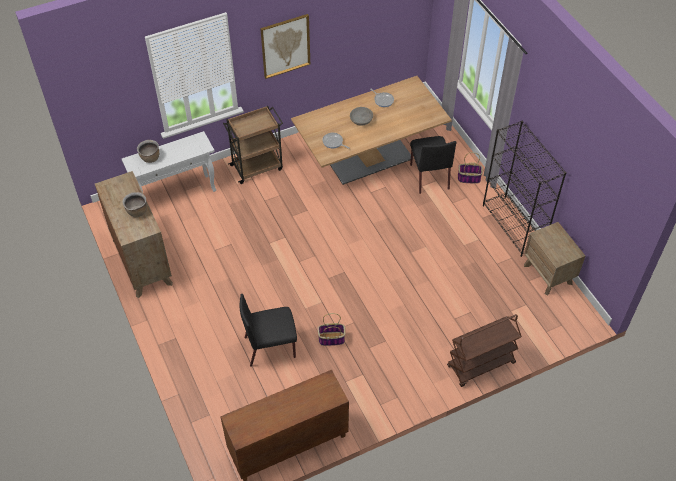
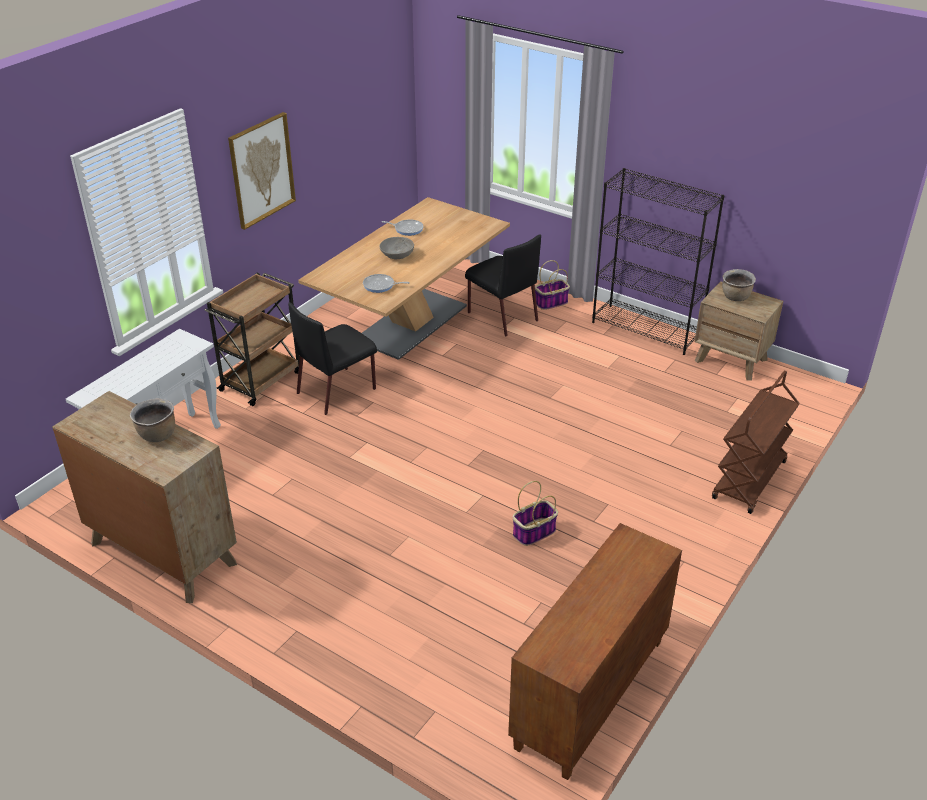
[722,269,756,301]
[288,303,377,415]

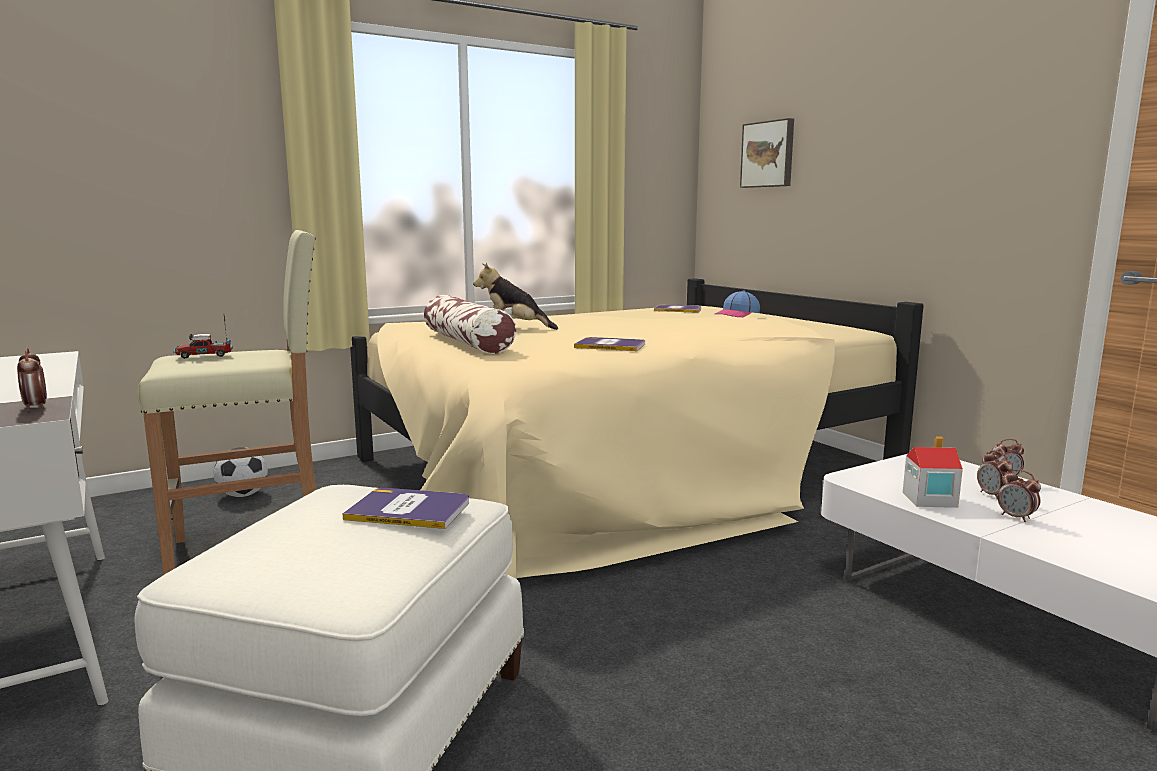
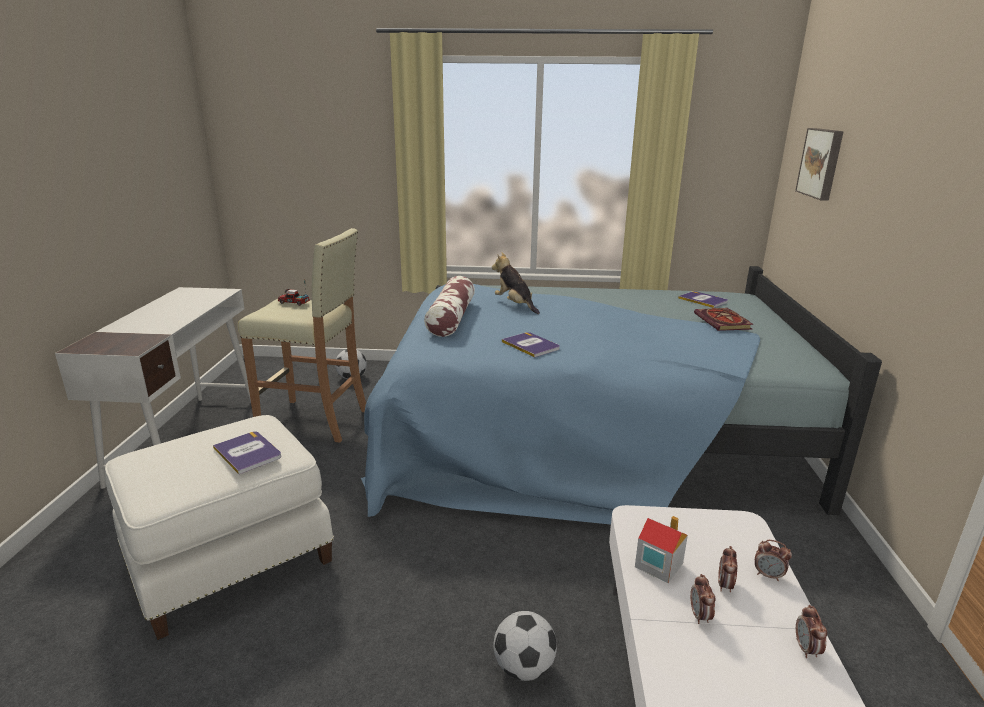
[361,266,882,525]
[694,308,753,331]
[796,605,827,658]
[494,611,557,681]

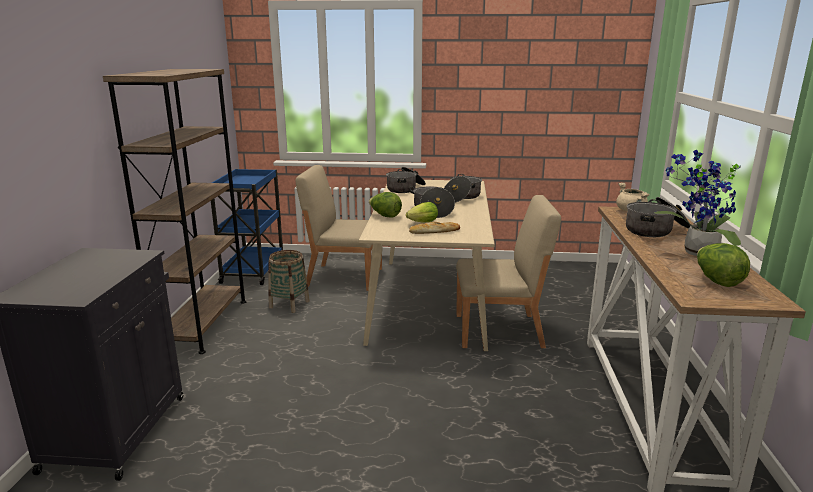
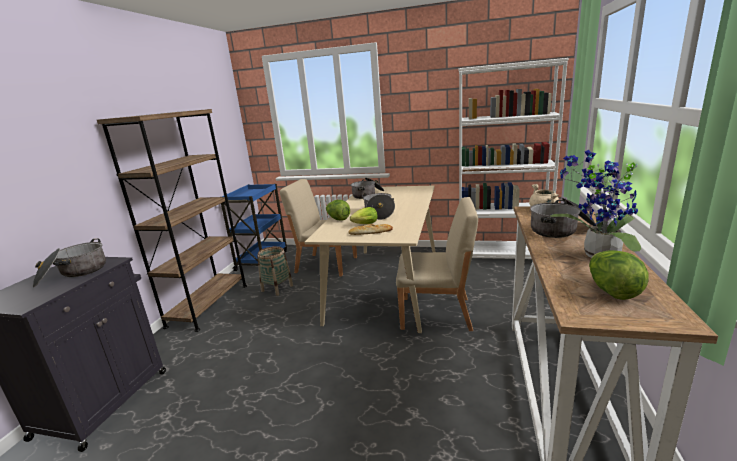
[32,238,106,287]
[459,58,569,259]

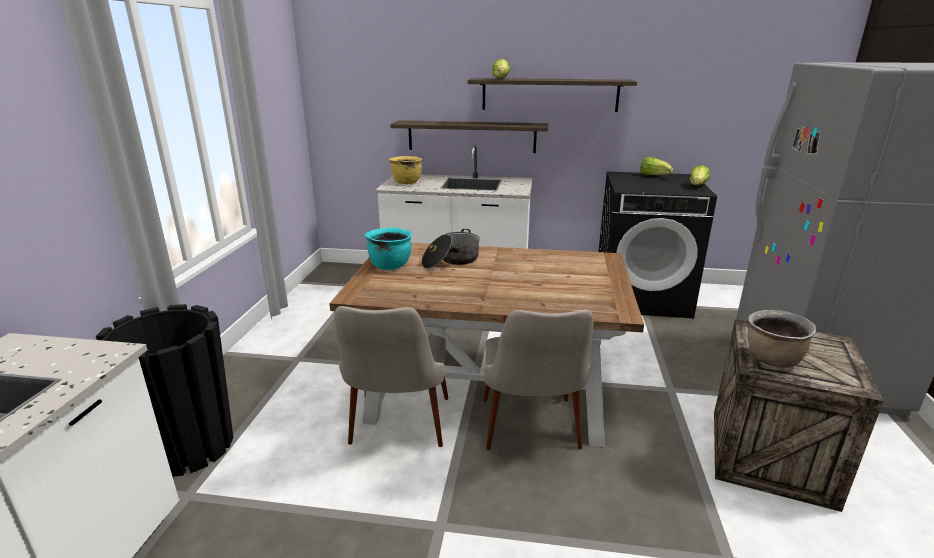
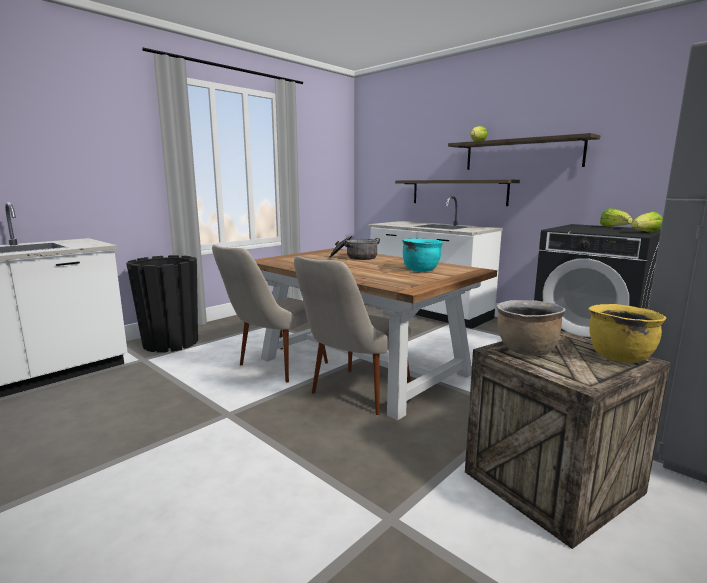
[588,304,666,363]
[402,238,443,271]

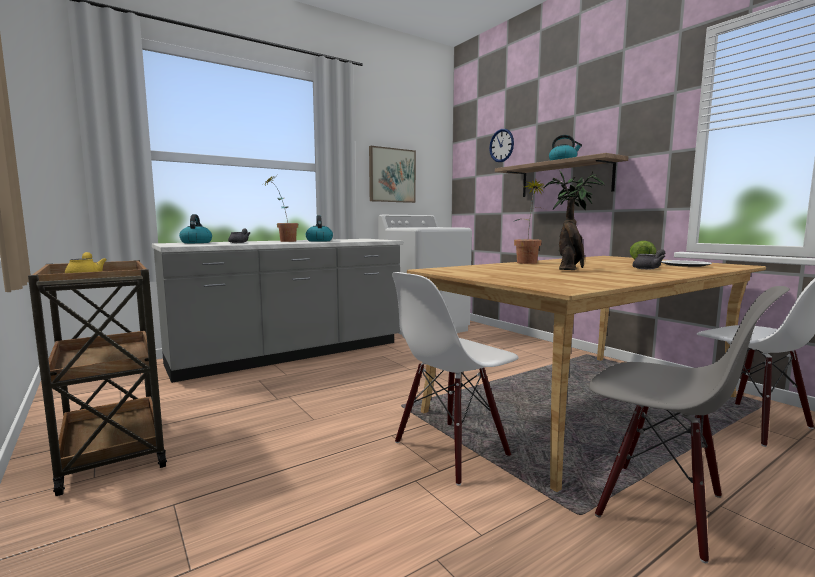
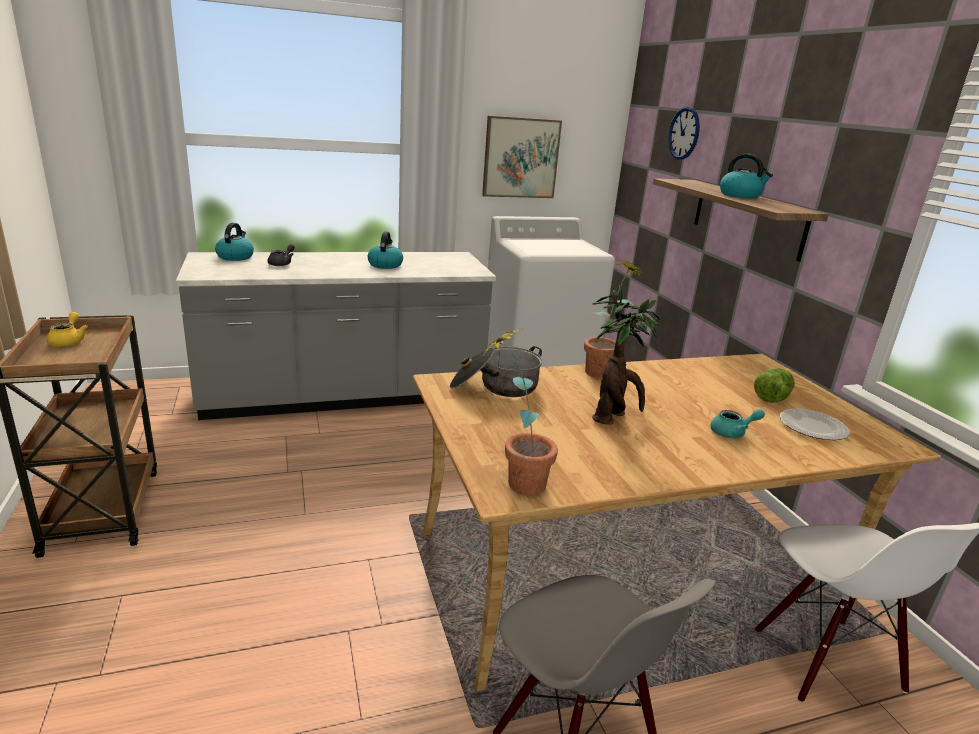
[484,328,558,495]
[710,409,765,438]
[392,272,519,486] (first image)
[450,346,542,397]

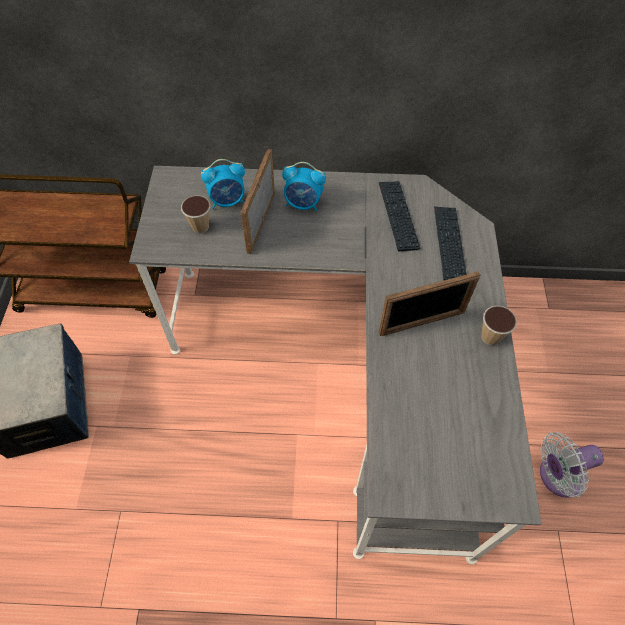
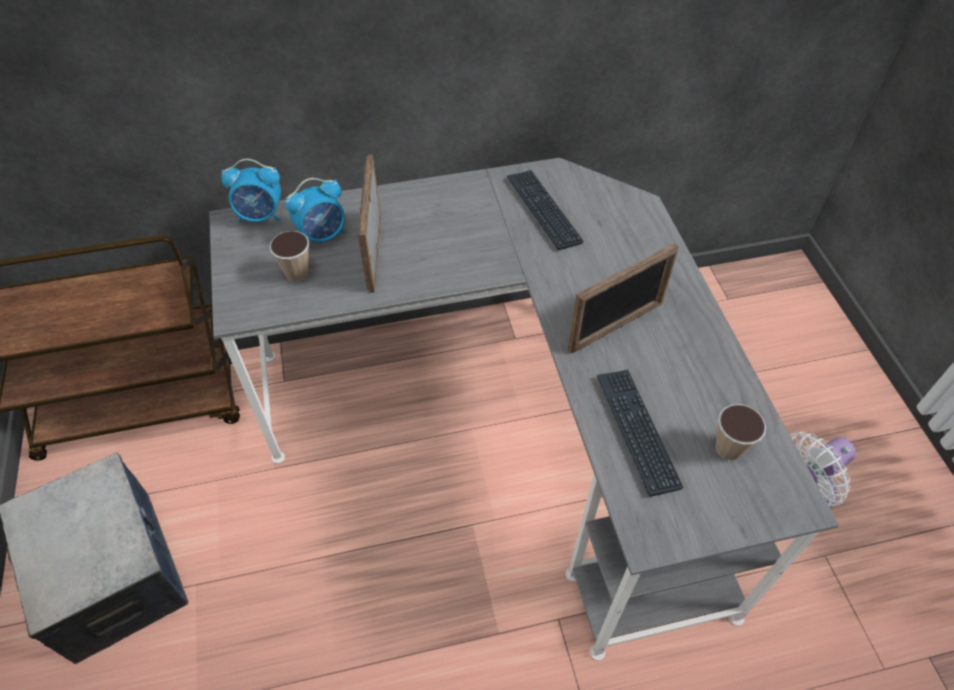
[222,159,281,223]
[597,370,684,496]
[715,404,766,460]

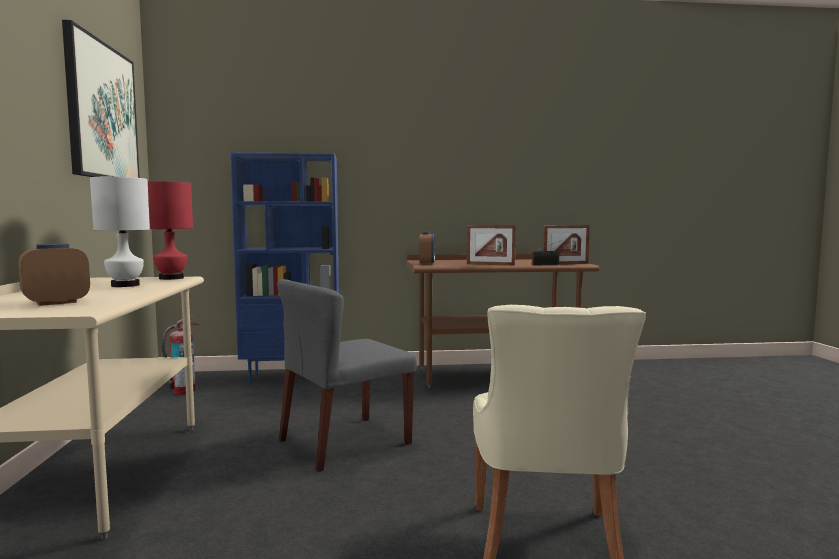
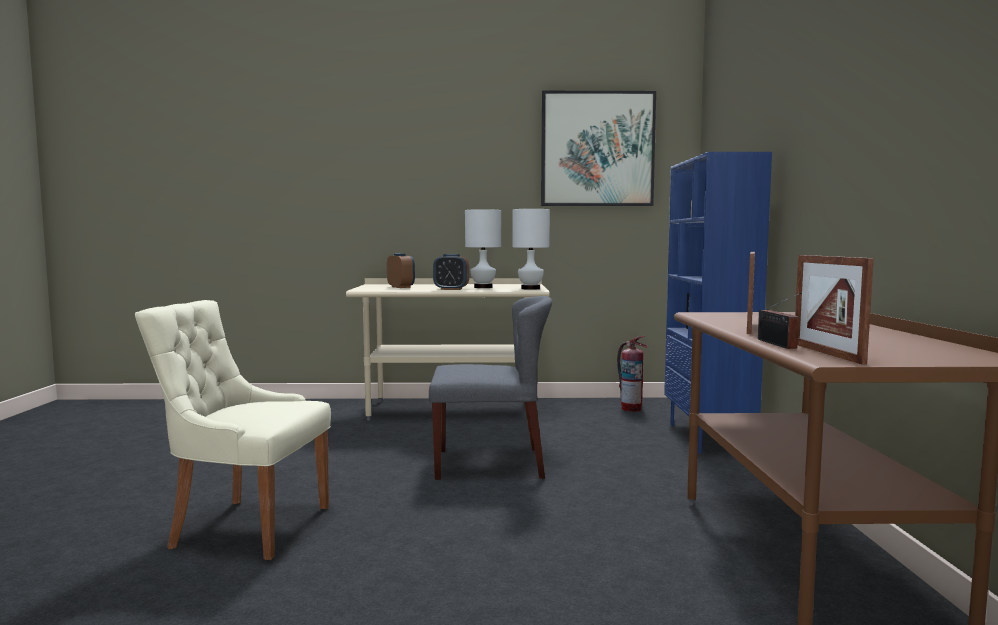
[512,209,550,290]
[433,254,469,290]
[429,296,552,480]

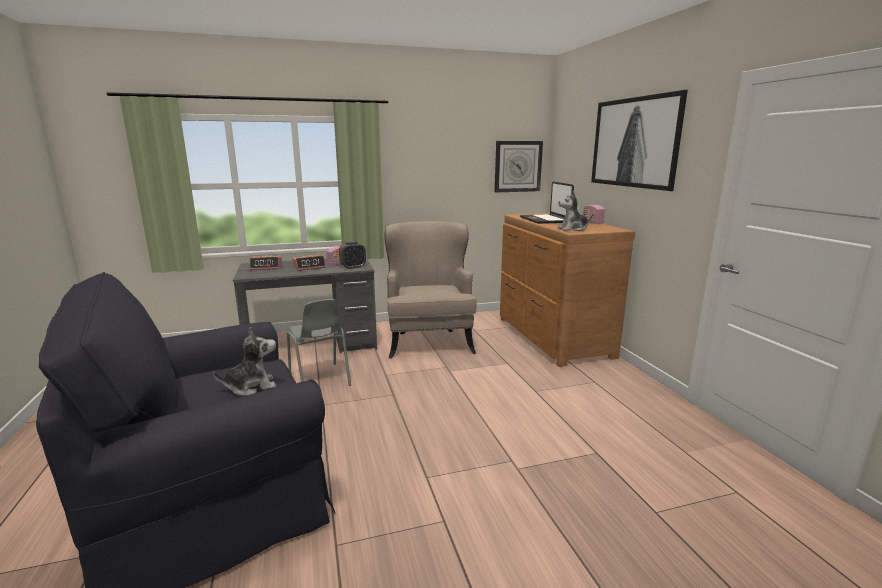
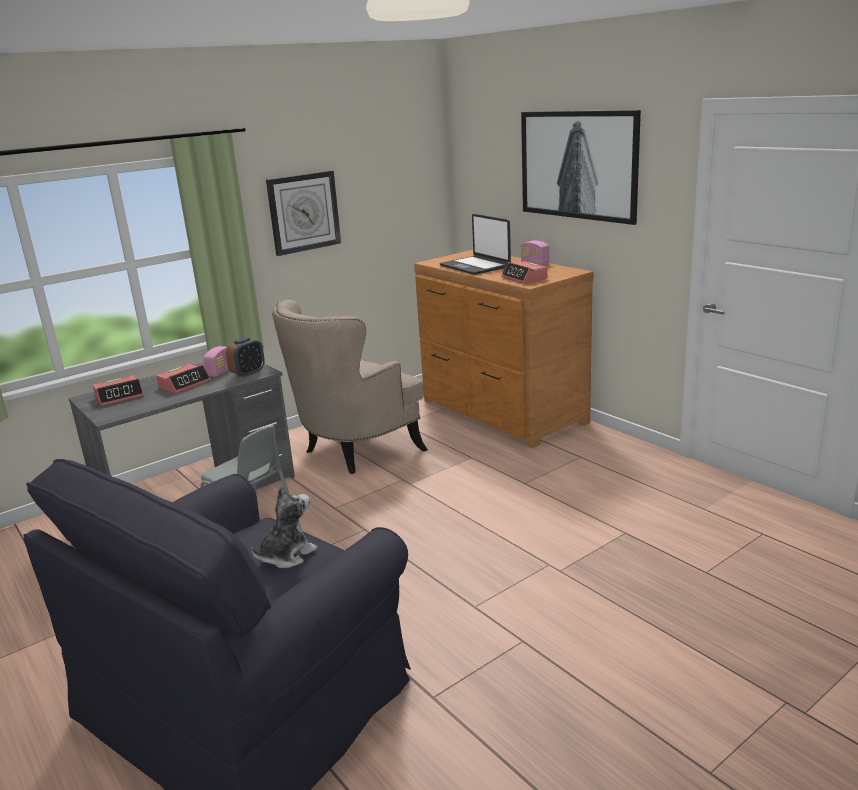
[266,171,341,256]
[502,261,548,284]
[272,300,428,474]

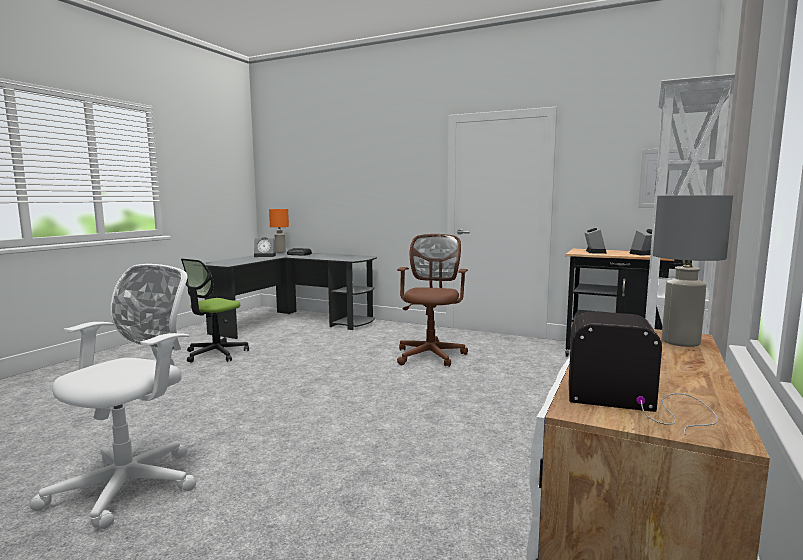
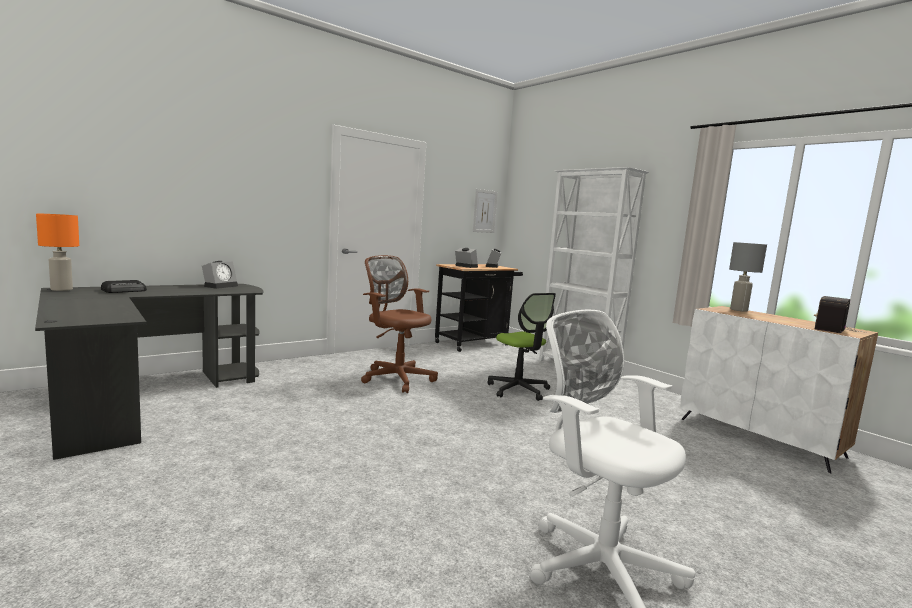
[202,261,238,289]
[488,293,556,401]

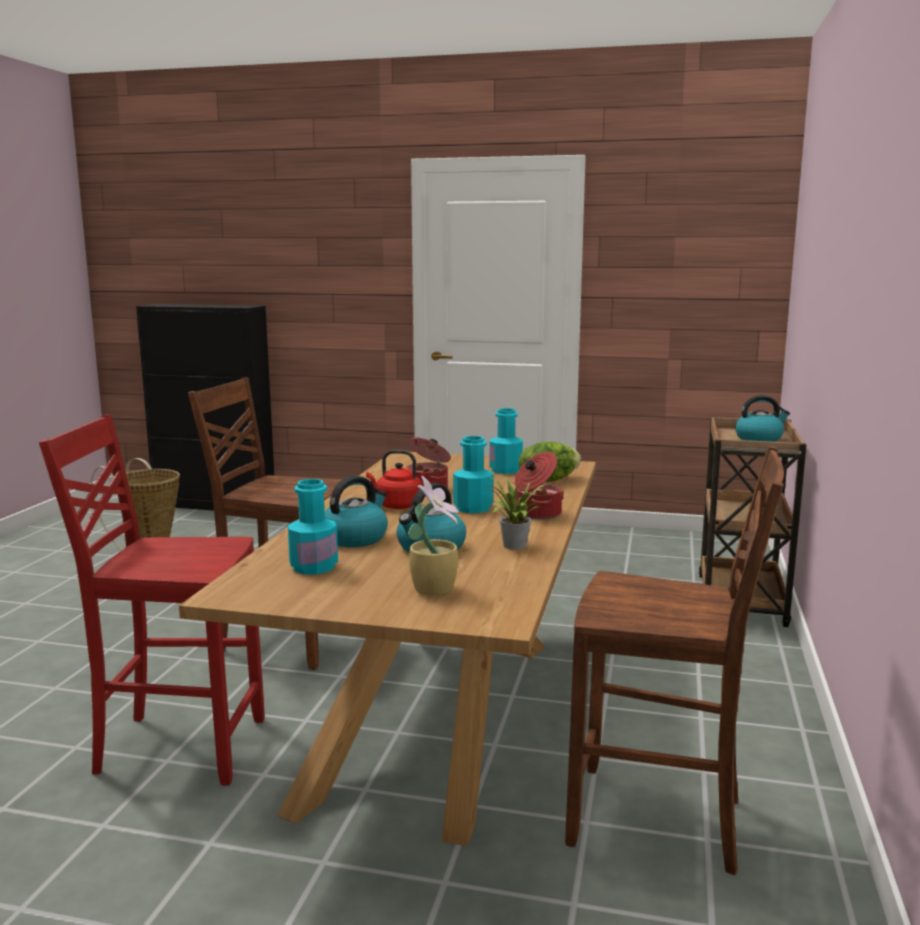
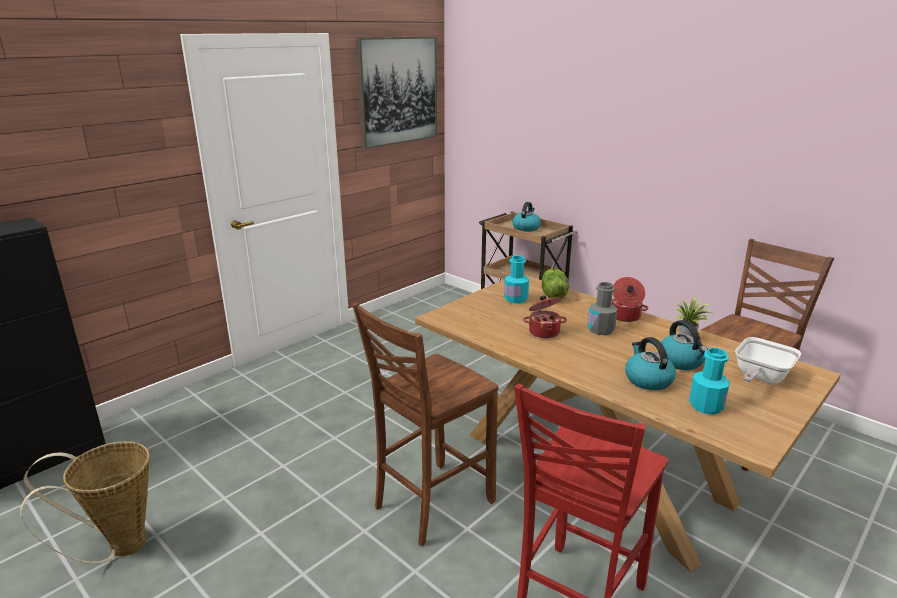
[587,282,618,335]
[366,450,422,509] (first image)
[735,337,801,384]
[356,37,437,149]

